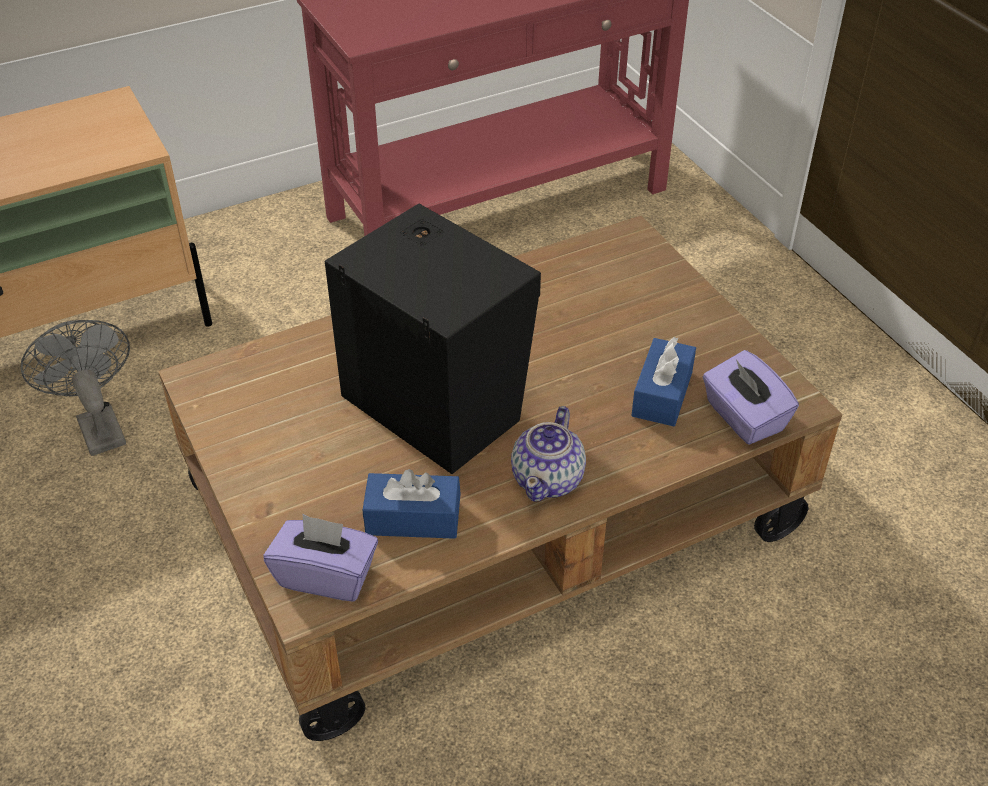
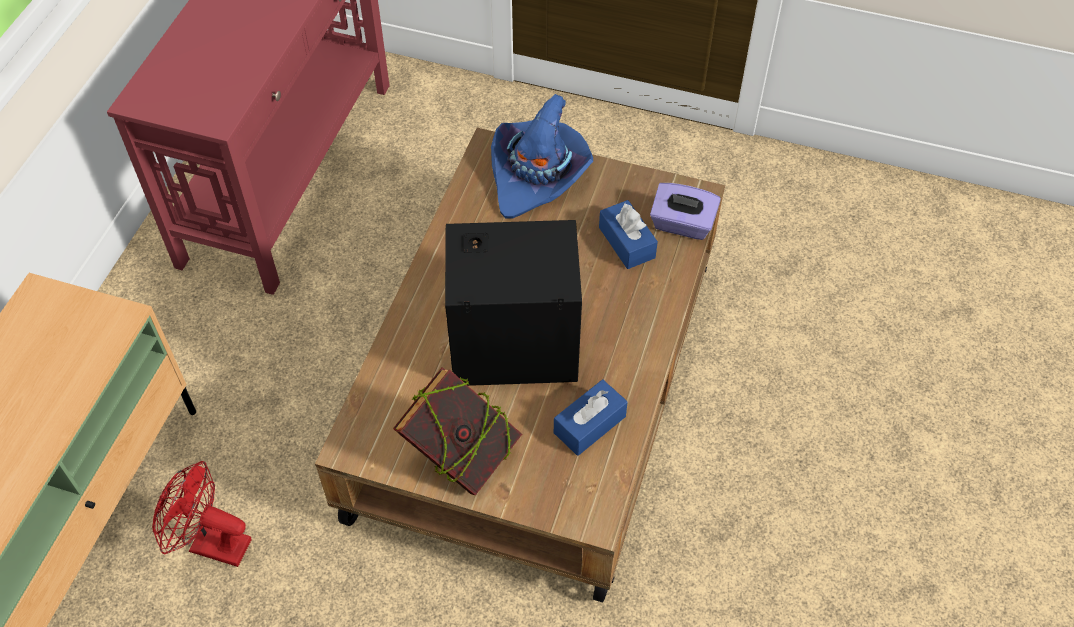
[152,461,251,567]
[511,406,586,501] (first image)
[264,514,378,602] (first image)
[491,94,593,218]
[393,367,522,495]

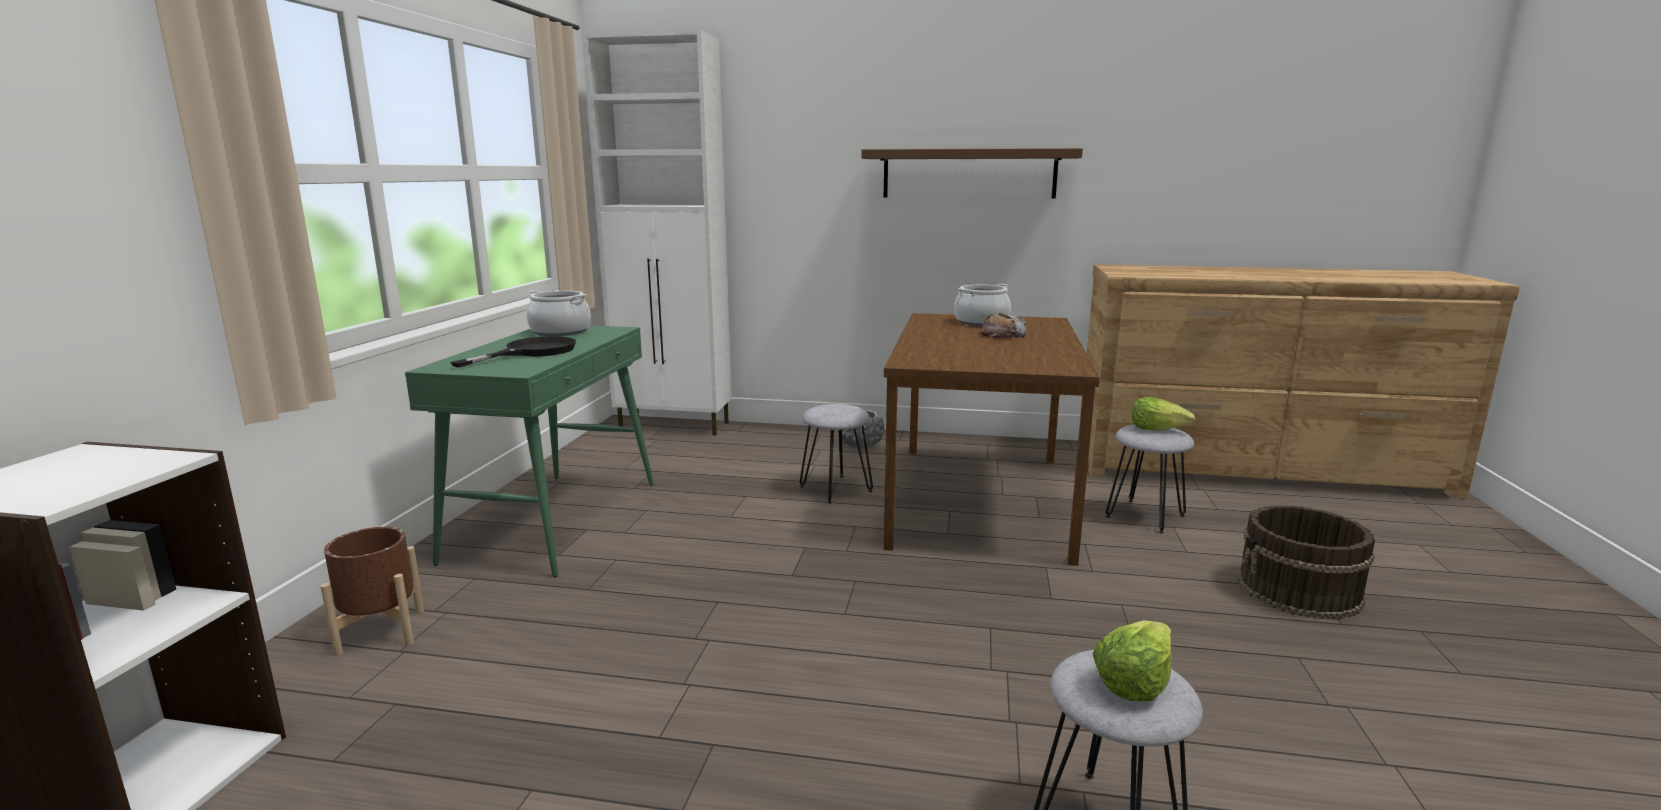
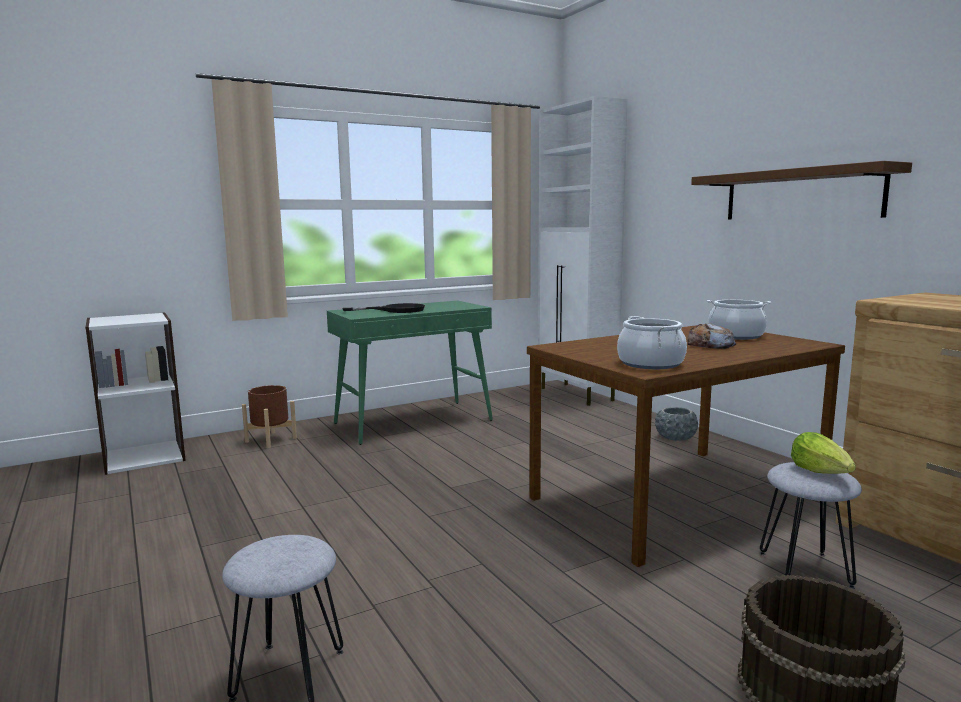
[617,316,687,369]
[800,404,873,504] (first image)
[1093,620,1172,701] (first image)

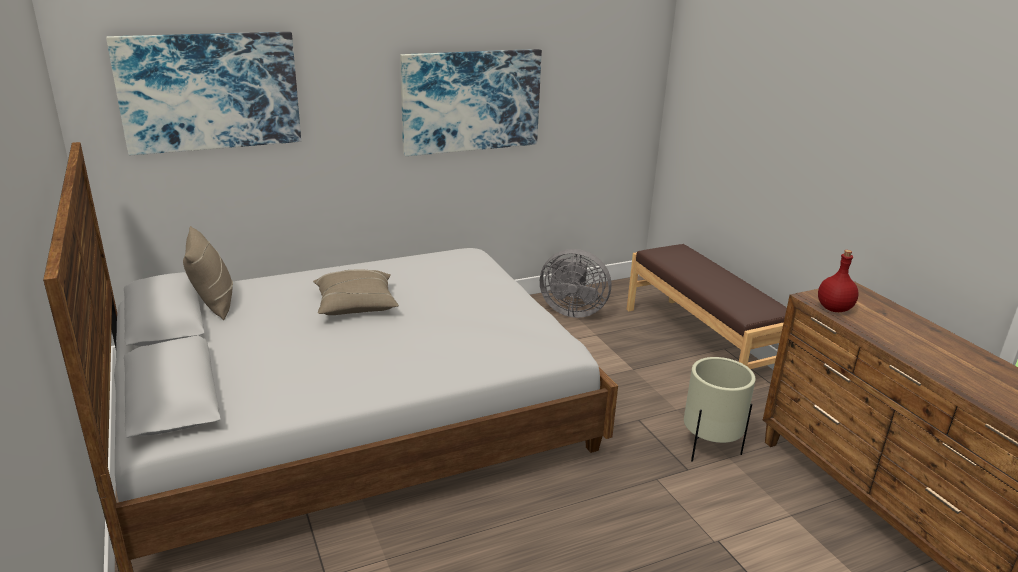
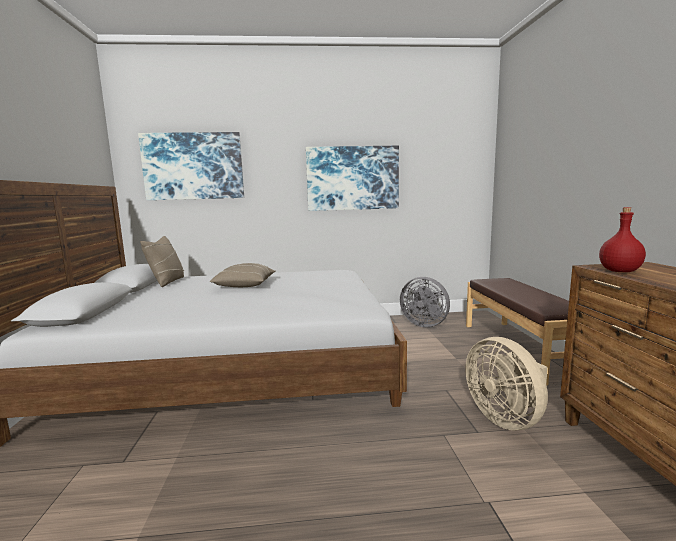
[465,337,548,430]

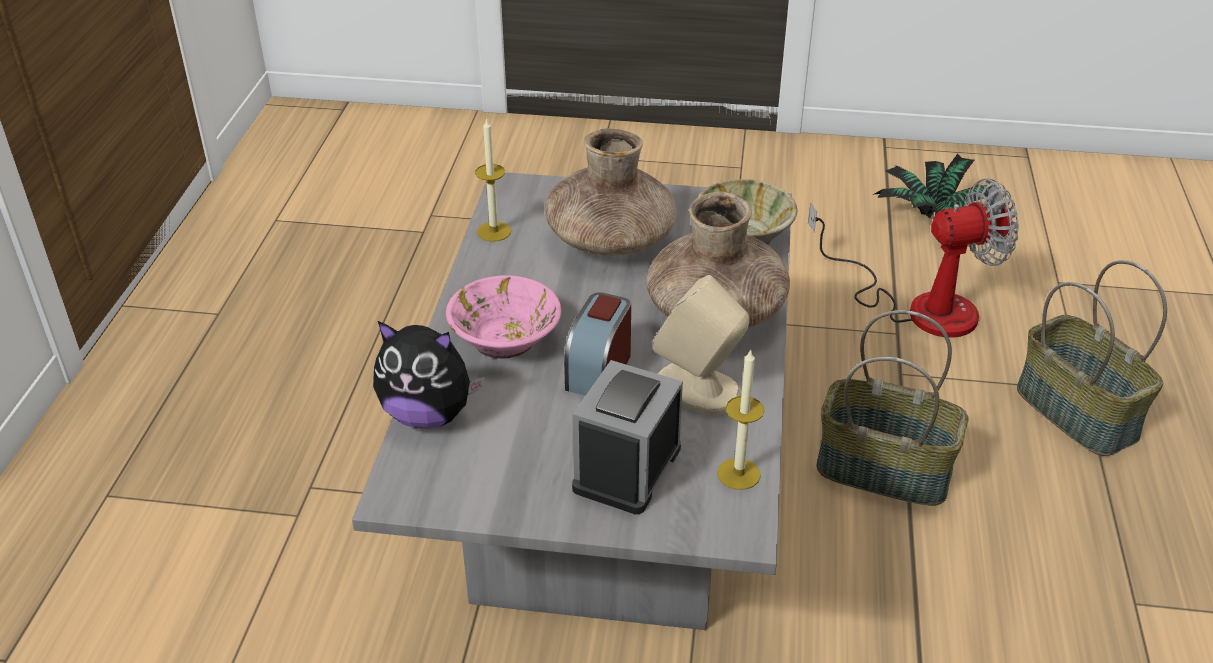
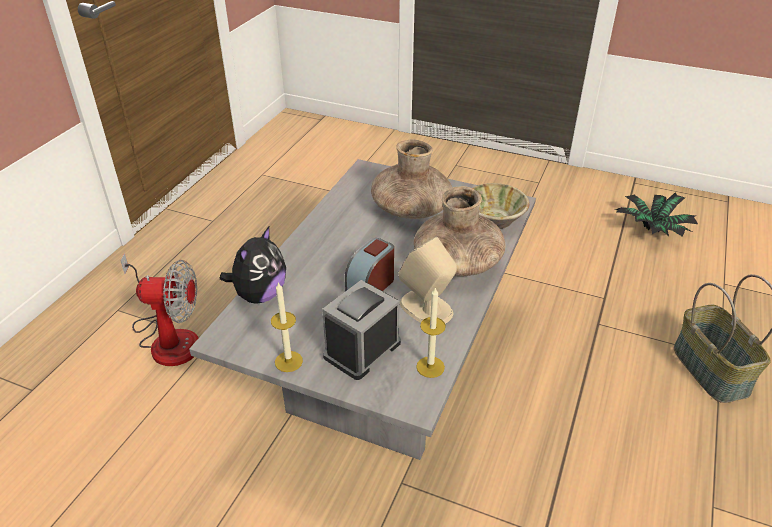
[271,282,303,372]
[120,253,198,366]
[446,275,562,358] (first image)
[817,310,969,506] (first image)
[220,227,286,304]

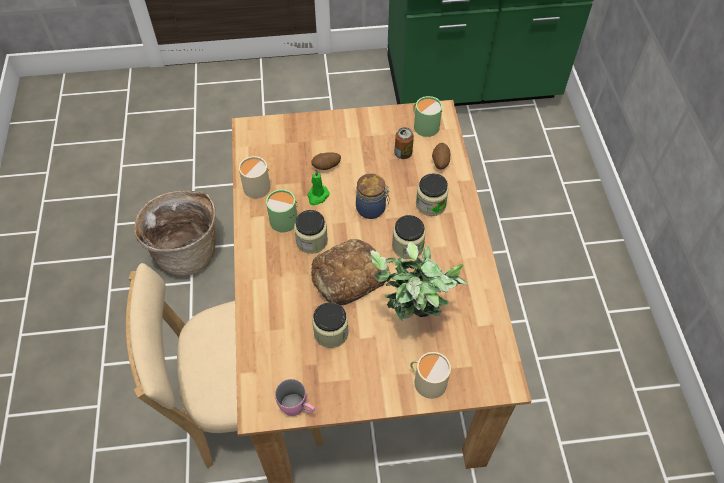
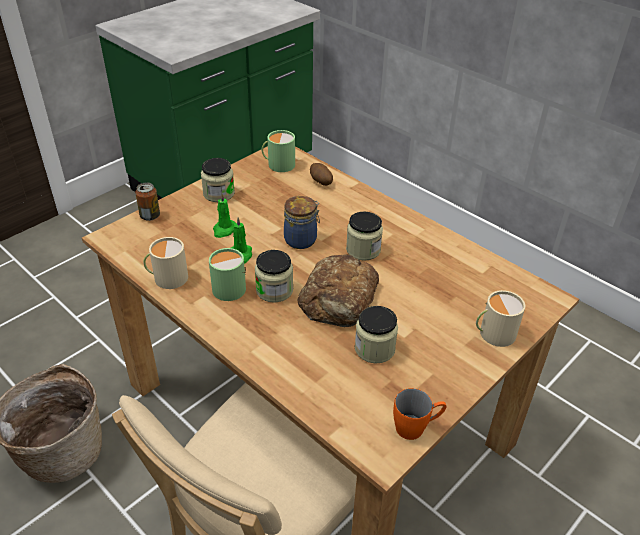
[135,182,160,221]
[213,193,236,238]
[201,158,235,202]
[370,242,468,322] (first image)
[393,388,447,440]

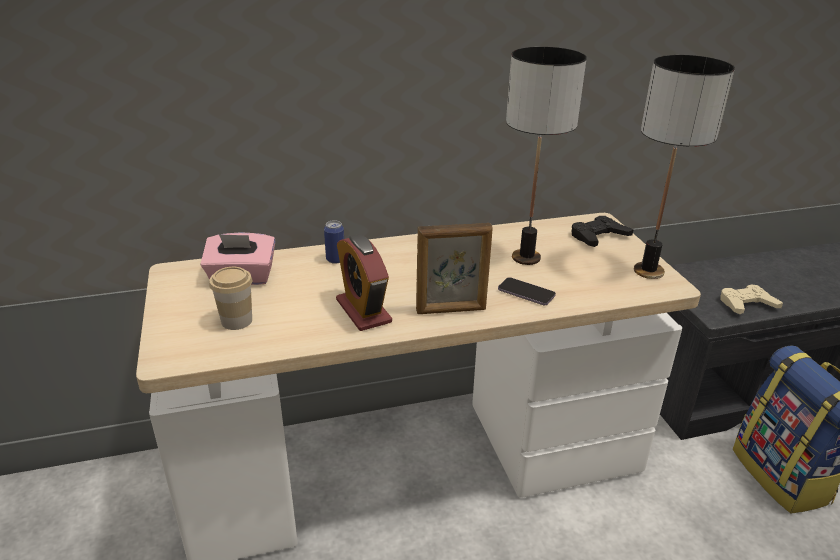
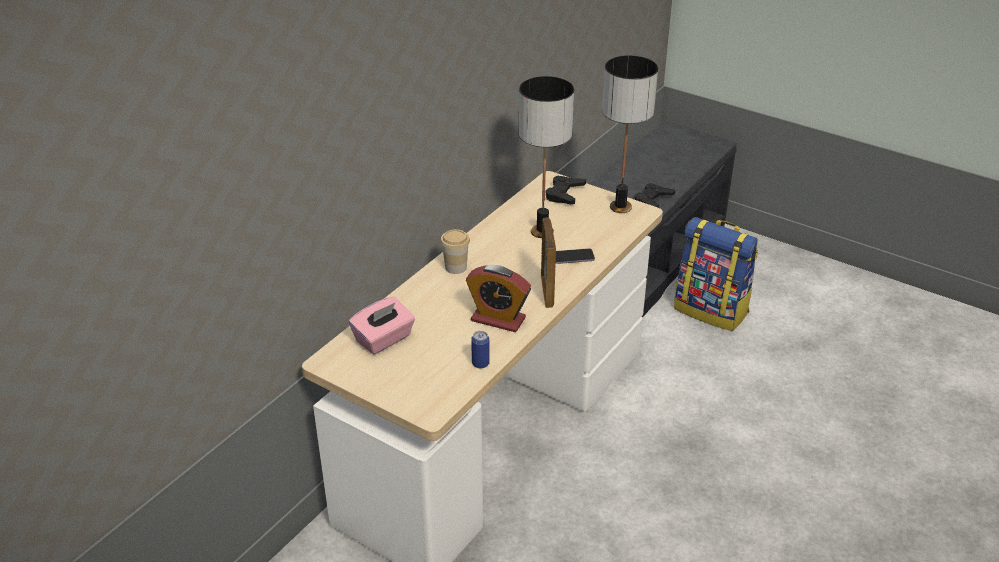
[471,331,490,369]
[541,218,556,308]
[441,229,470,274]
[634,183,675,208]

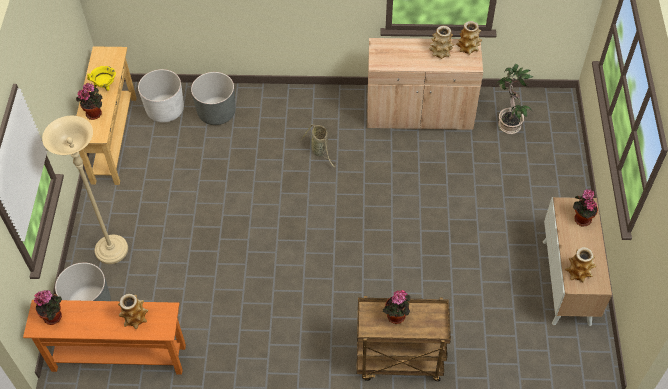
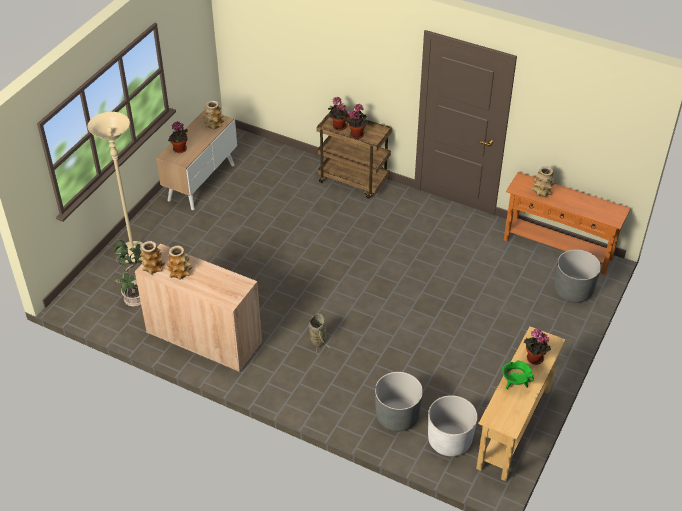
[502,360,534,389]
[88,112,143,263]
[328,97,348,131]

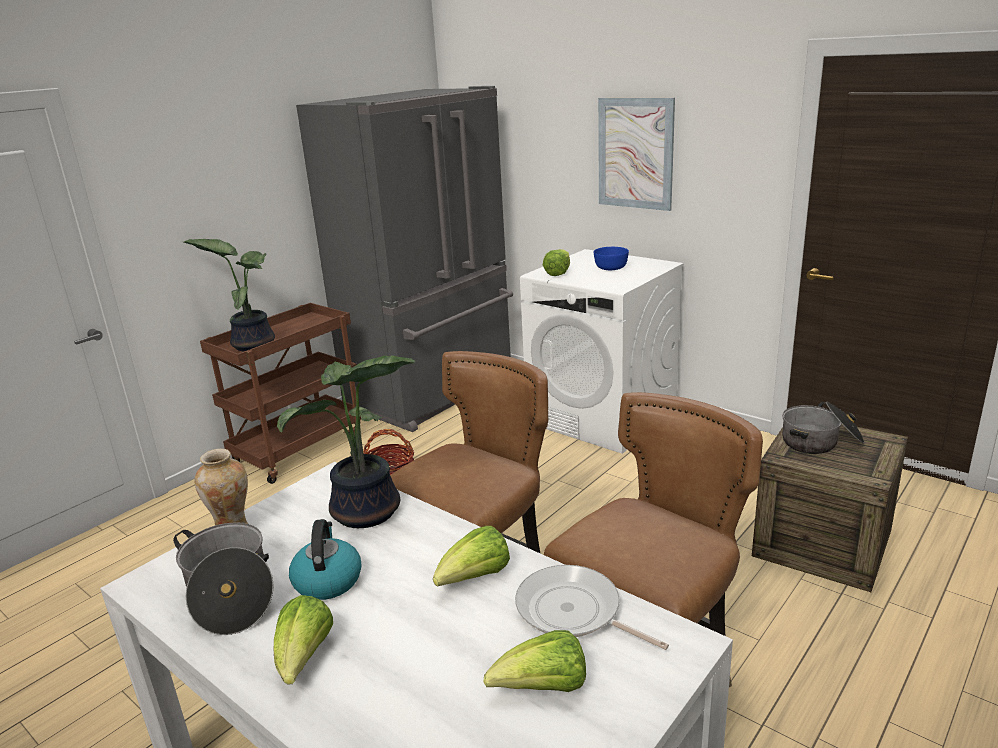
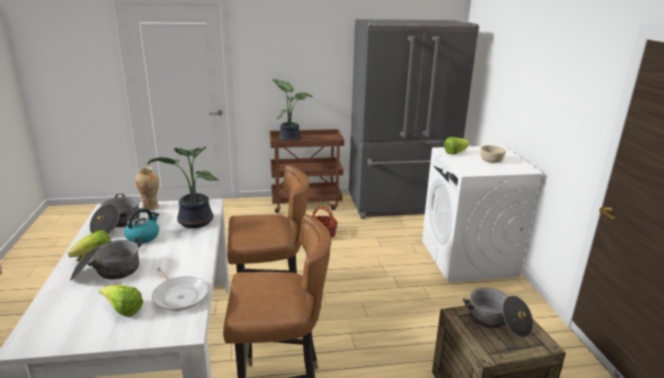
[598,98,675,211] (first image)
[481,145,506,163]
[433,526,510,587] (first image)
[152,268,208,311]
[70,237,142,280]

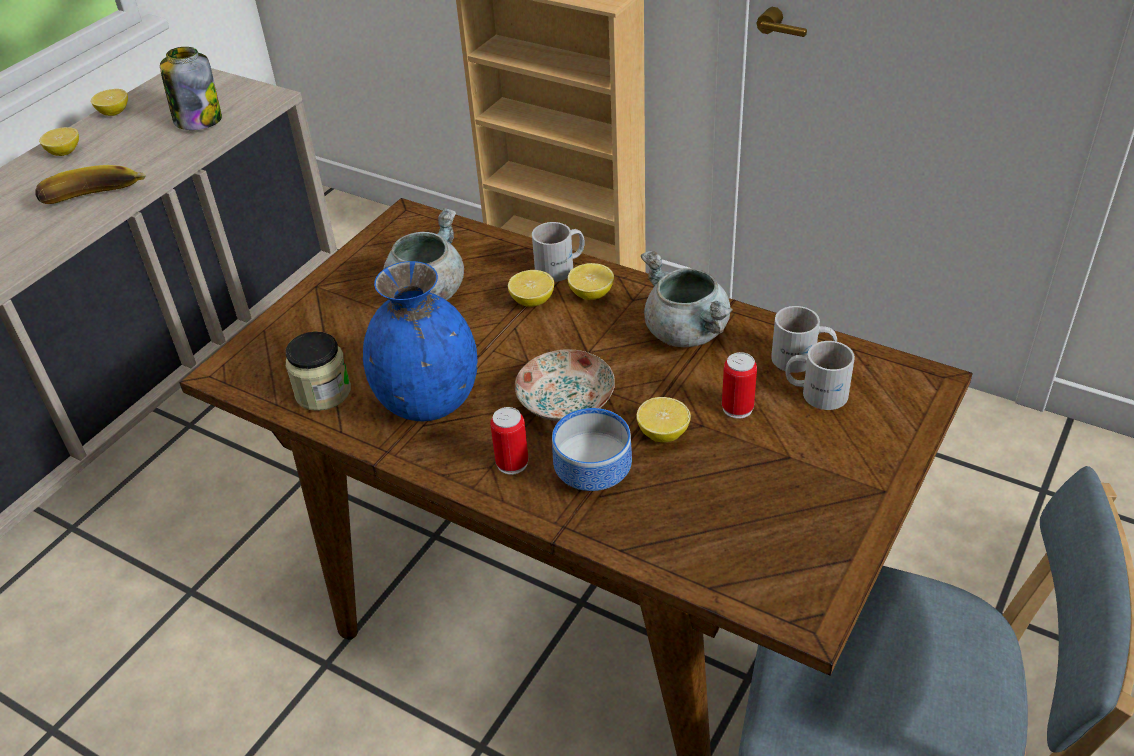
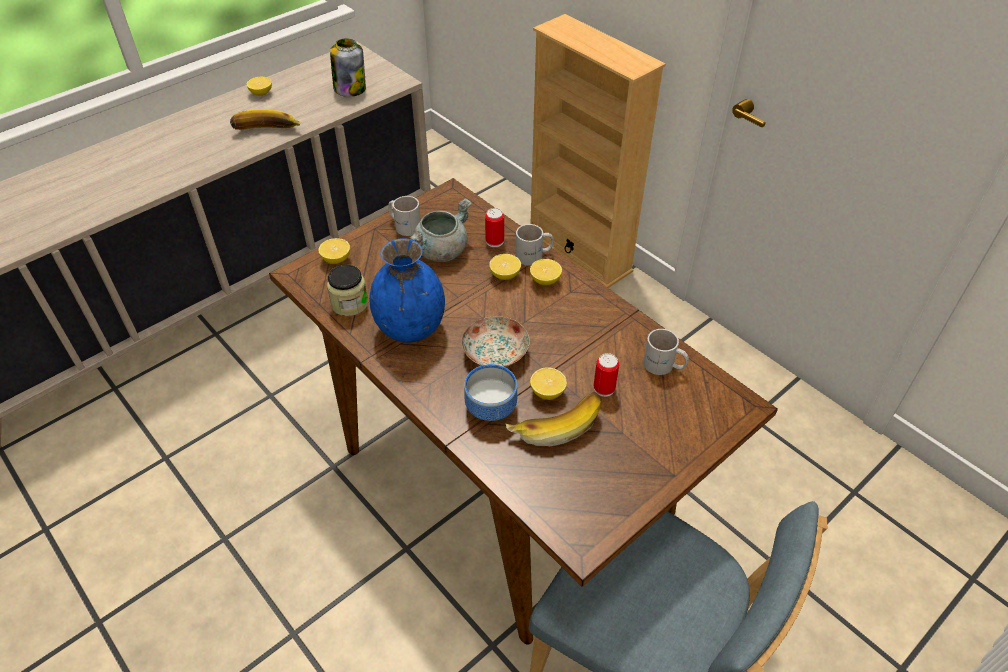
[318,238,350,264]
[641,250,733,347] (first image)
[388,196,421,236]
[485,208,504,247]
[506,392,601,446]

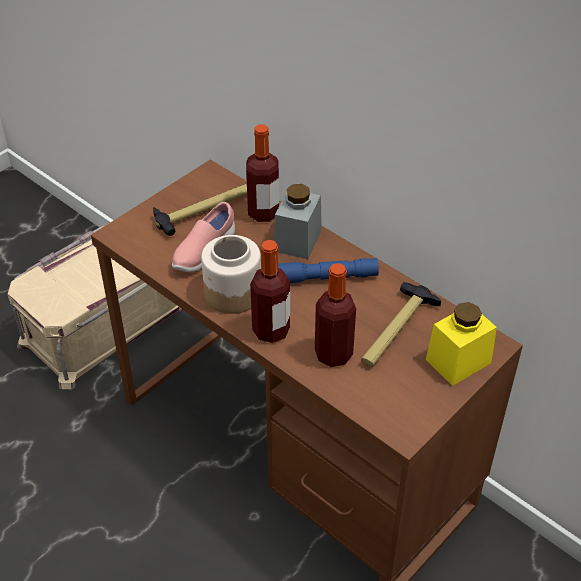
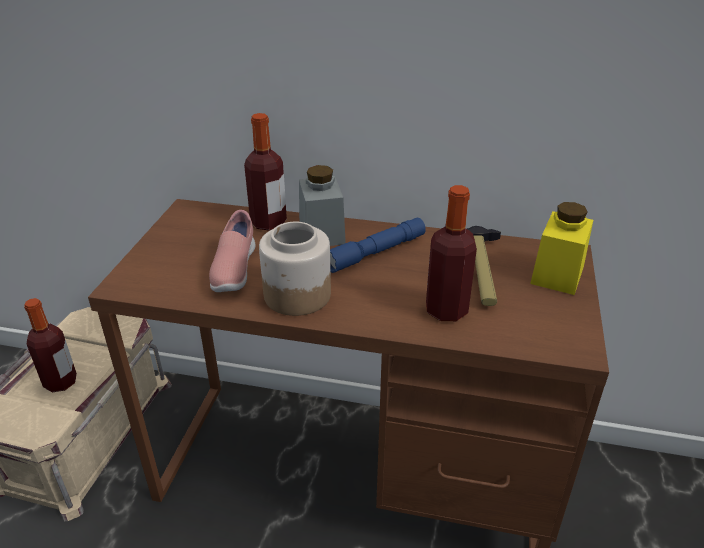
[153,184,247,236] (first image)
[24,298,77,392]

